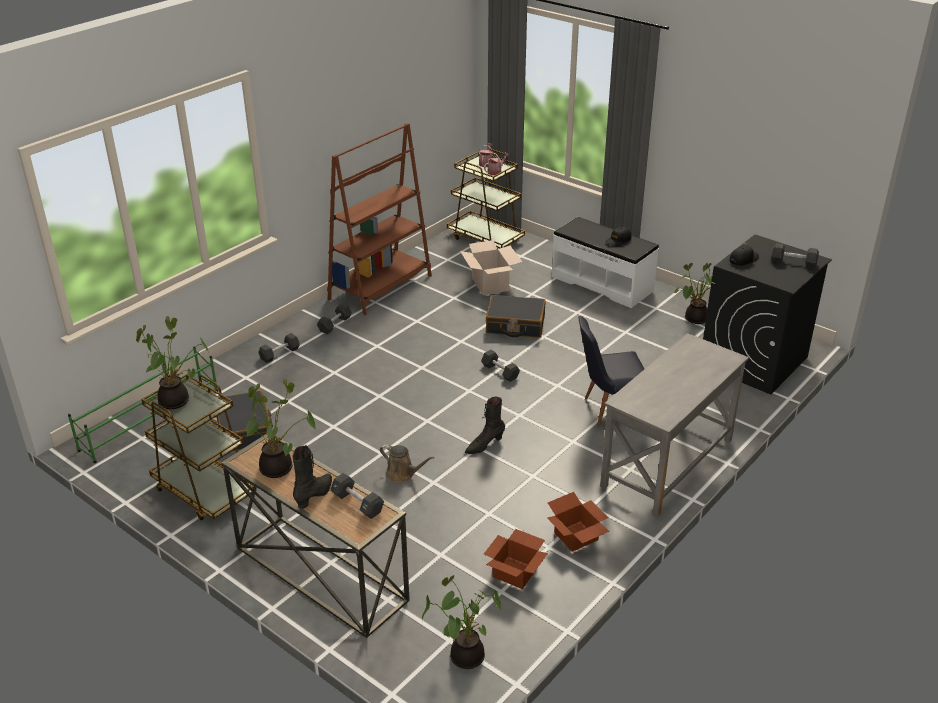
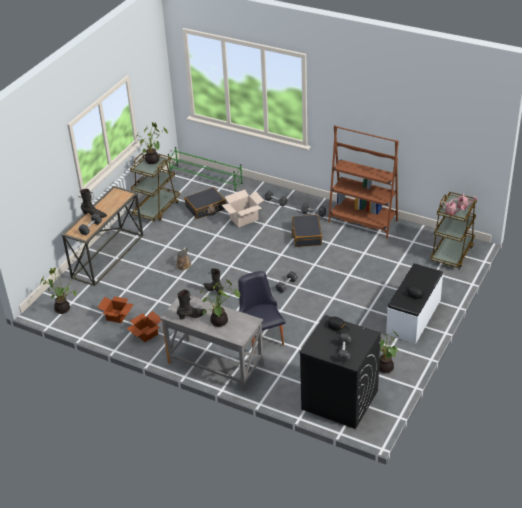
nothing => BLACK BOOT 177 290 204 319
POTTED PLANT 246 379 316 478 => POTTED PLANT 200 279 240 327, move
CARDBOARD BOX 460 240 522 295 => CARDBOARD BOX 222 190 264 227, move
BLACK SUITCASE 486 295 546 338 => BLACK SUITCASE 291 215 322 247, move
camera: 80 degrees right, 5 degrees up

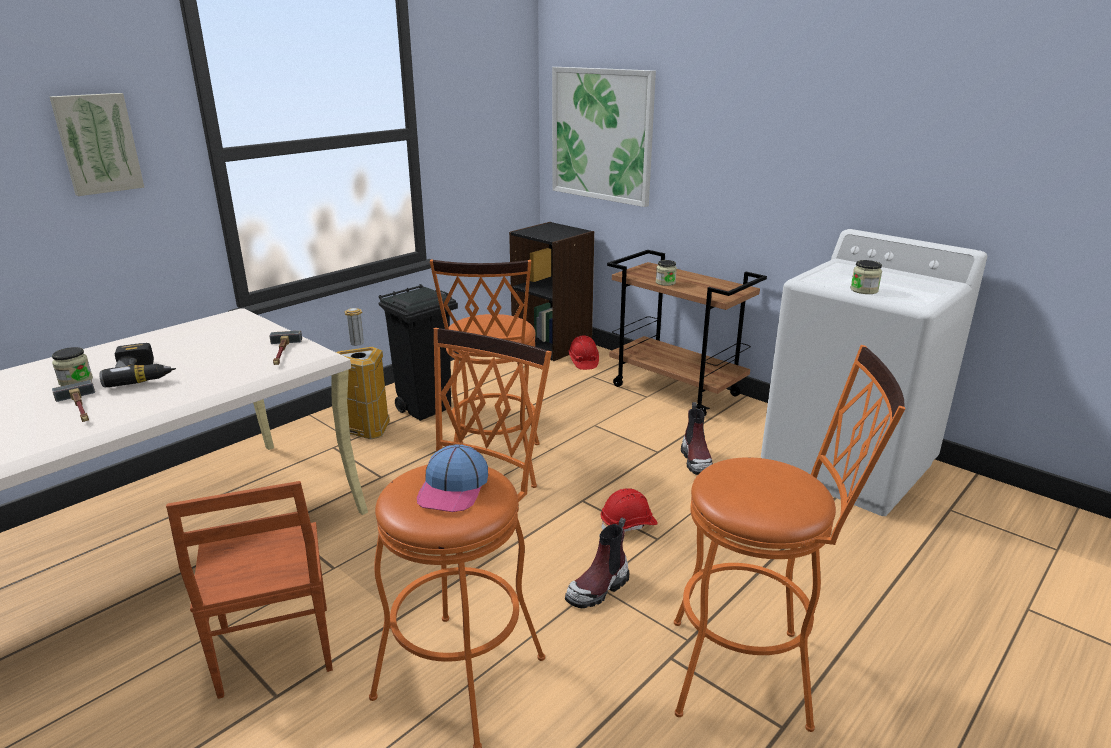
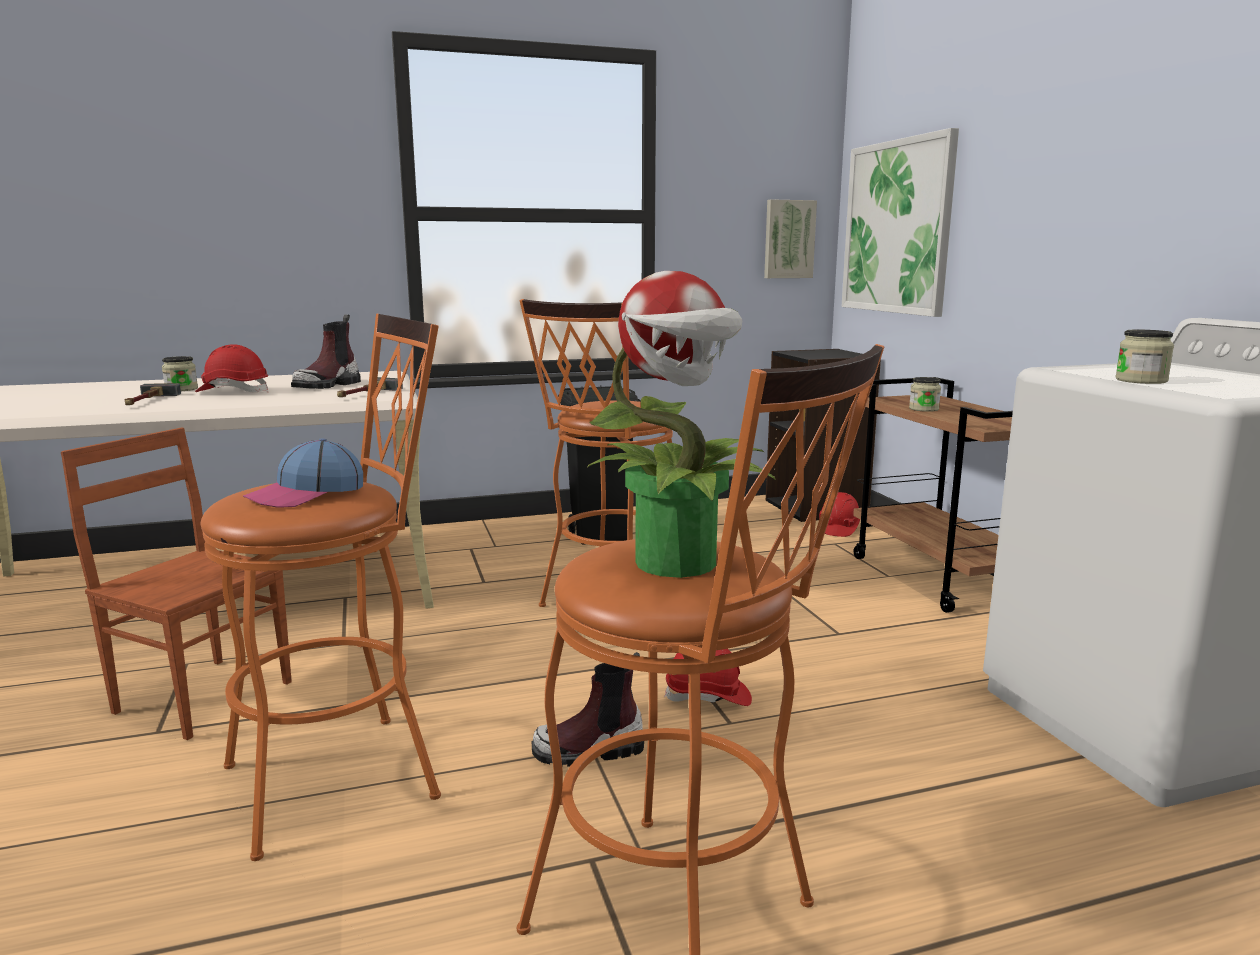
BROWN CHAIR 166 481 333 699 => BROWN CHAIR 61 428 292 740, 105 degrees clockwise
POWER DRILL 99 343 176 387 => RED HARD HAT 195 344 268 392
BOOT 681 402 713 475 => BOOT 291 314 361 389, move
nothing => POTTED PLANT 588 271 776 578
PICTURE 50 93 145 196 => PICTURE 764 199 817 278, move
TRASH CAN 336 308 390 440 => nothing
camera: 30 degrees right, 10 degrees down

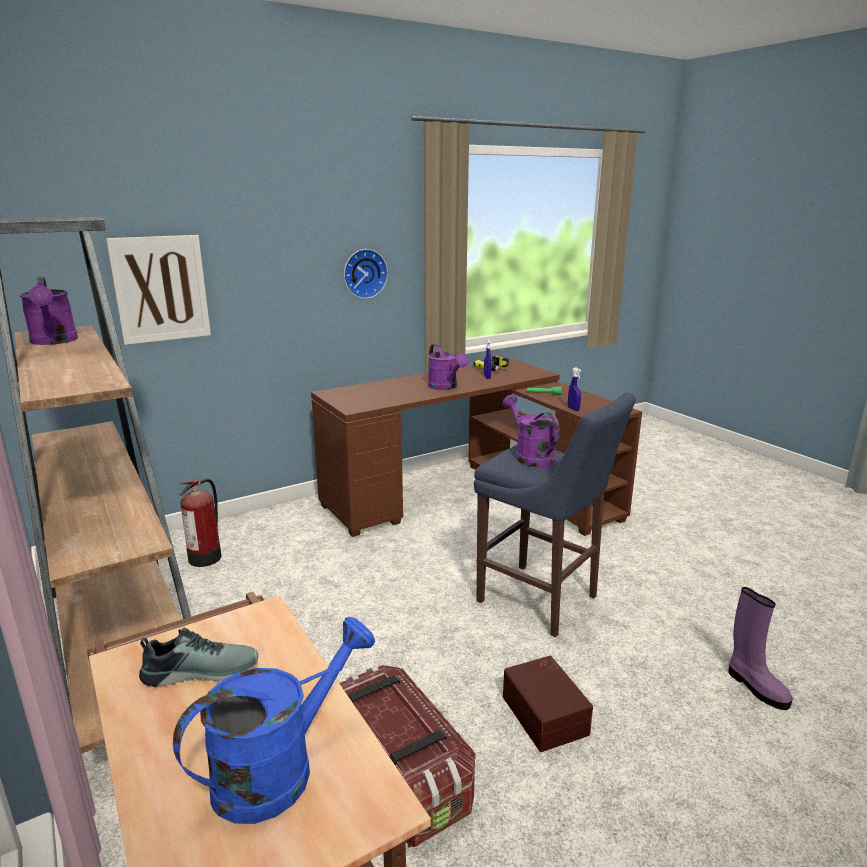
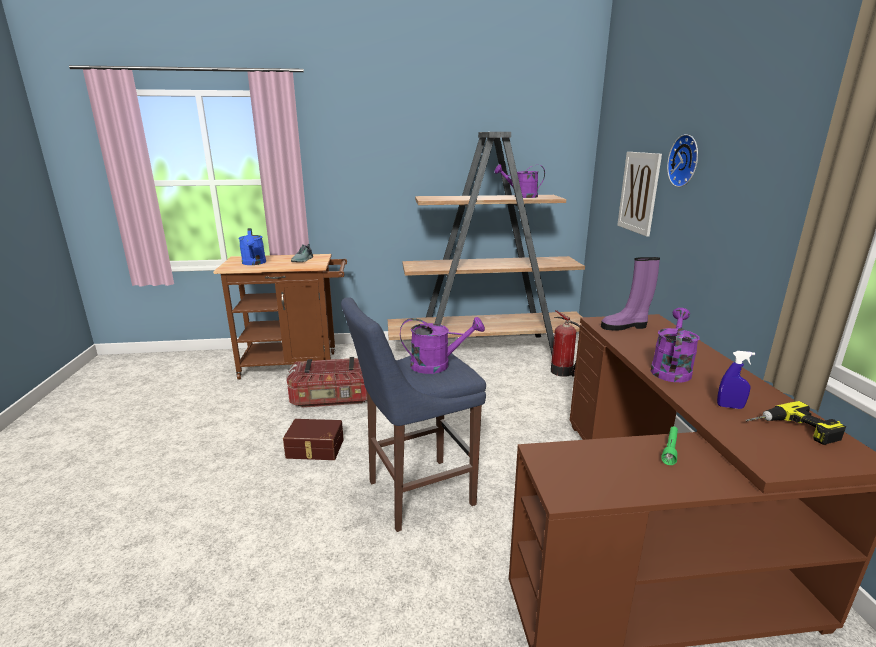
PURPLE BOOT 728 587 793 710 => PURPLE BOOT 601 257 660 330, move
PURPLE WATERING CAN 428 344 469 390 => PURPLE WATERING CAN 651 308 700 382, 120 degrees clockwise
WALL CLOCK 344 249 388 299 => WALL CLOCK 667 134 698 187, move
BLUE SPRAY BOTTLE 568 367 581 411 => nothing
camera: 115 degrees right, 0 degrees up

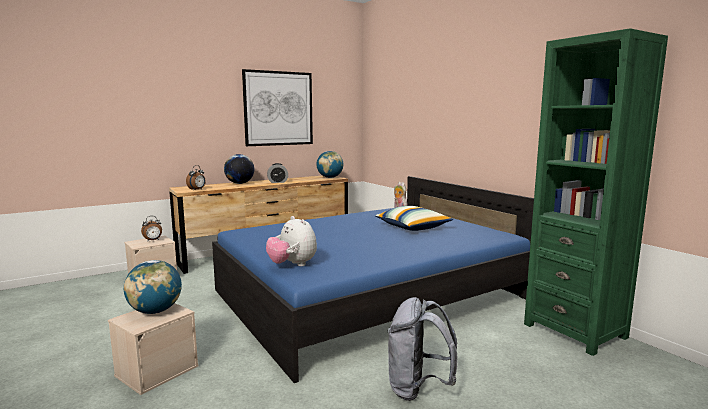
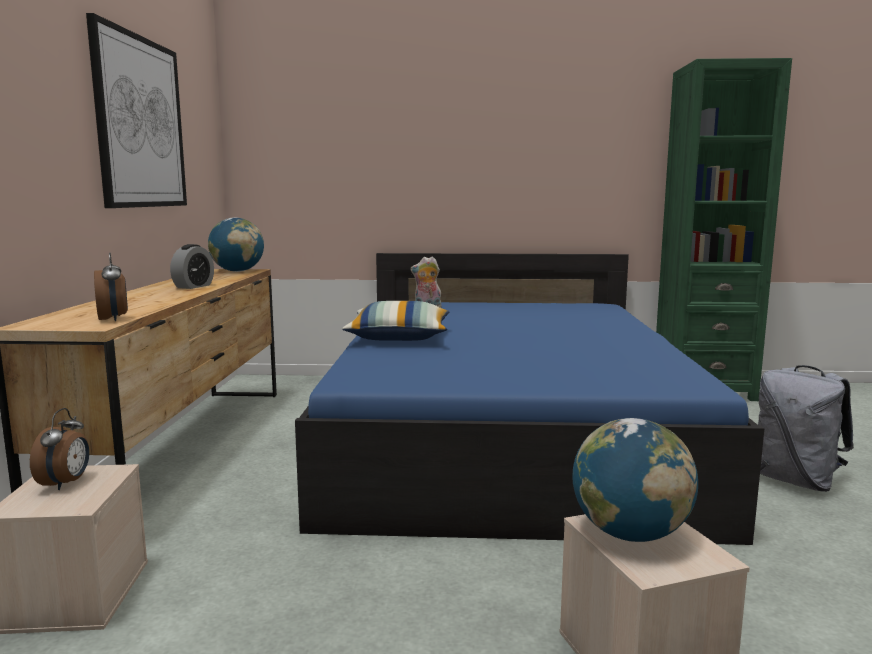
PILLOW 375 206 453 231 => PILLOW 342 301 449 341, move
GLOBE 224 154 254 184 => nothing
PLUSH TOY 266 216 317 266 => nothing
camera: 55 degrees left, 0 degrees up

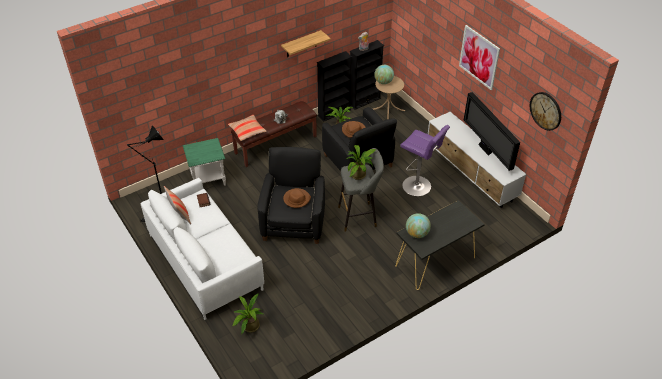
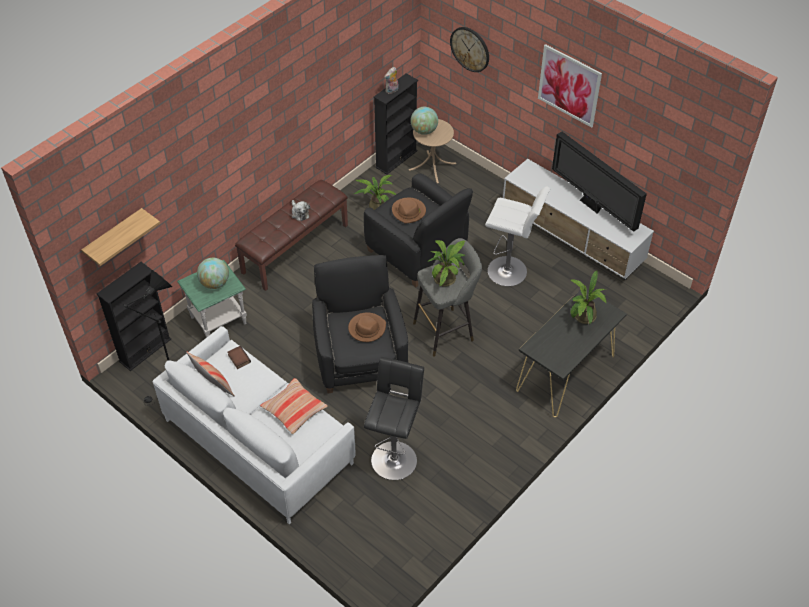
SHELF 281 30 331 57 => SHELF 81 208 160 266, move
BLACK BOOKCASE 317 51 352 121 => BLACK BOOKCASE 97 262 171 371, move
GLOBE 406 213 431 238 => GLOBE 197 258 229 289, move
PILLOW 228 115 267 141 => PILLOW 260 378 328 434, move
nothing => BLACK STOOL 364 357 424 480
WALL CLOCK 530 92 561 131 => WALL CLOCK 450 27 489 72, move
PURPLE STOOL 400 125 450 196 => WHITE STOOL 485 186 550 286
POTTED PLANT 232 294 263 333 => POTTED PLANT 571 270 606 324, move
camera: 15 degrees left, 5 degrees up

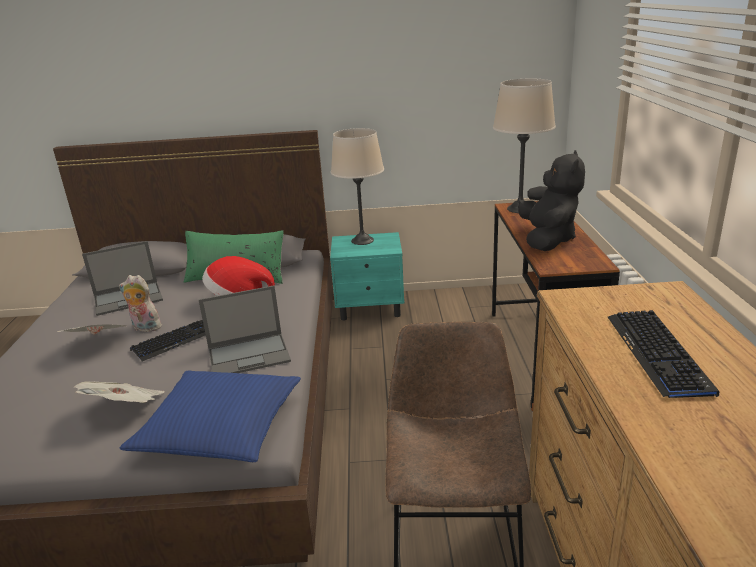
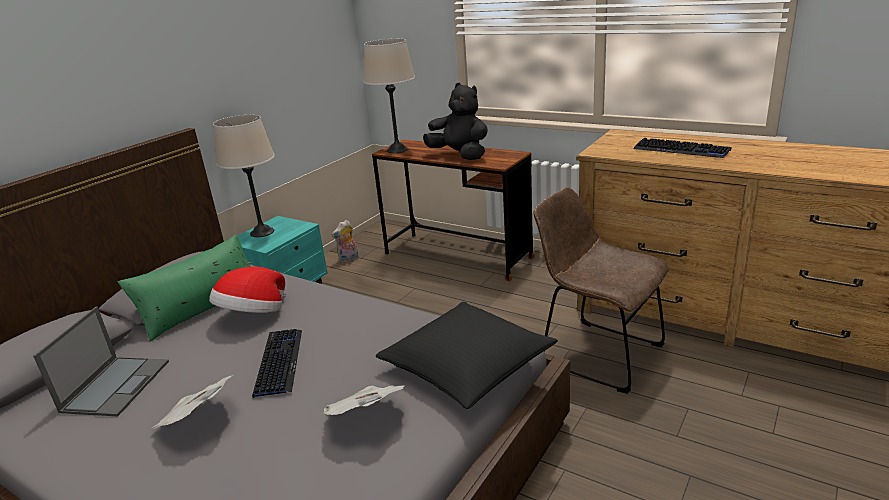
PLUSH TOY 119 275 162 332 => PLUSH TOY 331 220 358 263, move
BLUE PILLOW 120 371 301 462 => BLACK PILLOW 376 302 557 409
LAPTOP 198 286 291 373 => nothing
camera: 55 degrees left, 0 degrees up

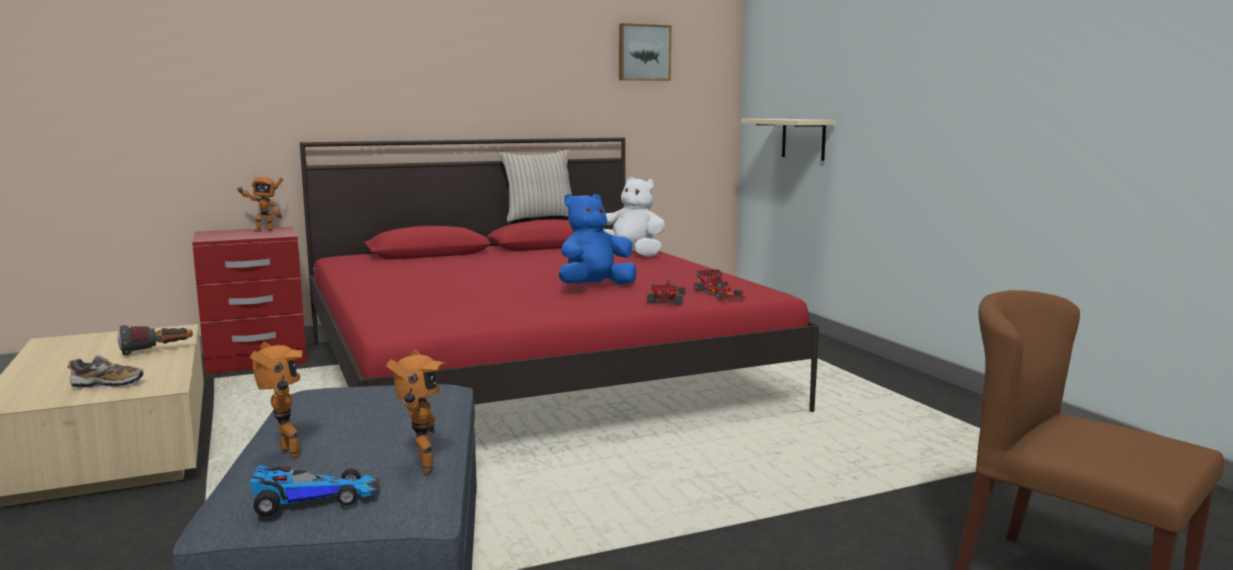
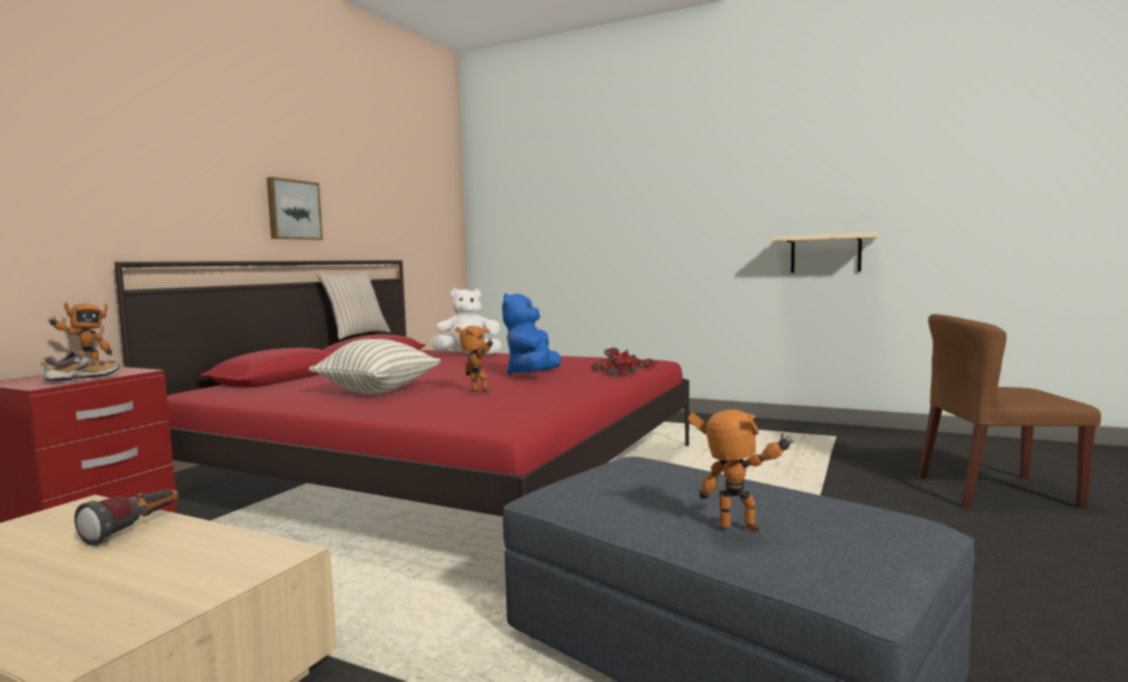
SHOE 68 355 144 389 => SHOE 41 350 120 383, move
PICTURE 619 23 671 81 => PICTURE 267 177 323 240, move
nothing => PILLOW 308 339 441 394
TOY ROBOT 386 349 447 475 => TOY ROBOT 455 326 493 393, move
BEIGE SHELF 741 119 836 161 => BEIGE SHELF 771 232 878 273, move
TOY CAR 250 465 380 516 => nothing
camera: 40 degrees left, 5 degrees down

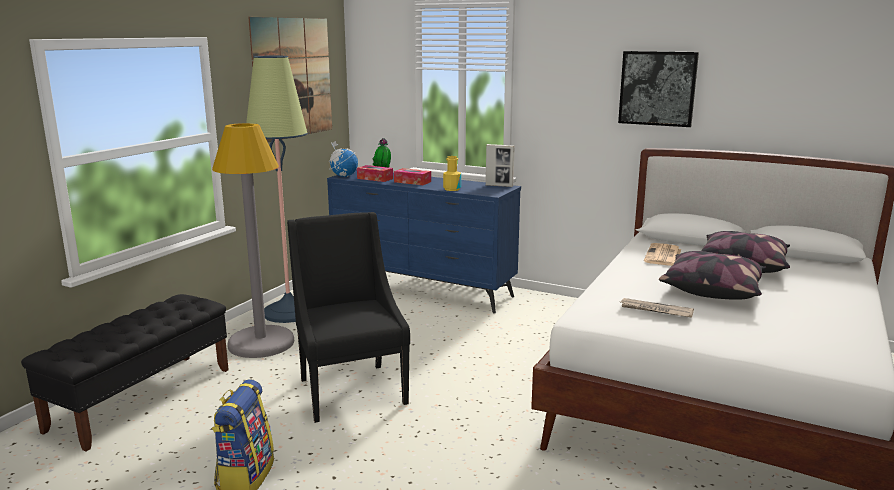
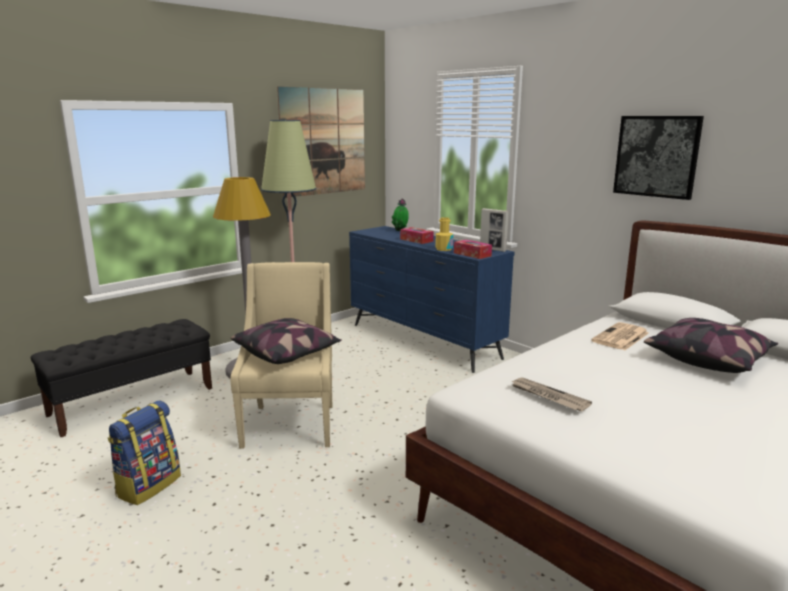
BLACK ARMCHAIR 287 212 410 423 => BEIGE ARMCHAIR 230 262 333 449
PILLOW 659 251 766 300 => PILLOW 231 318 342 364, move
TISSUE BOX 357 165 393 182 => TISSUE BOX 454 240 492 259, move
GLOBE 329 141 358 177 => nothing
camera: 20 degrees right, 0 degrees up

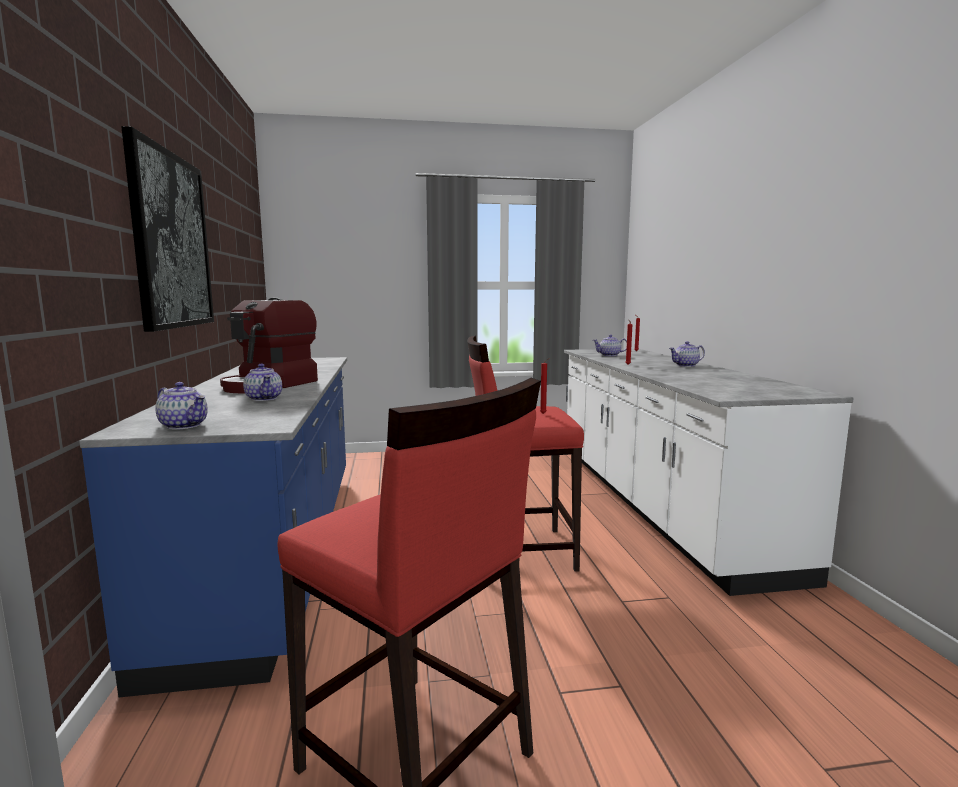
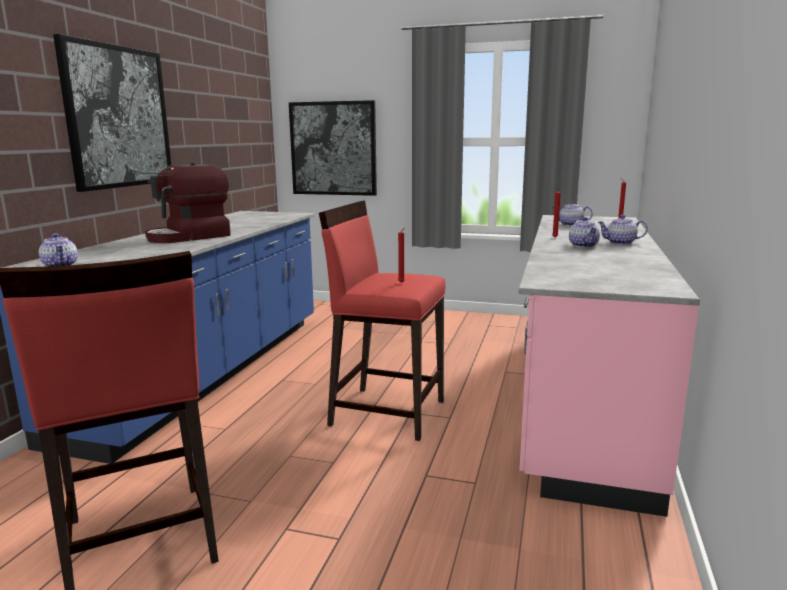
nothing => PICTURE 289 100 377 196
WHITE COUNTER 564 349 854 596 => PINK COUNTER 519 215 700 517
TEAPOT 243 364 282 401 => TEAPOT 569 217 600 248, move
camera: 25 degrees right, 5 degrees up

